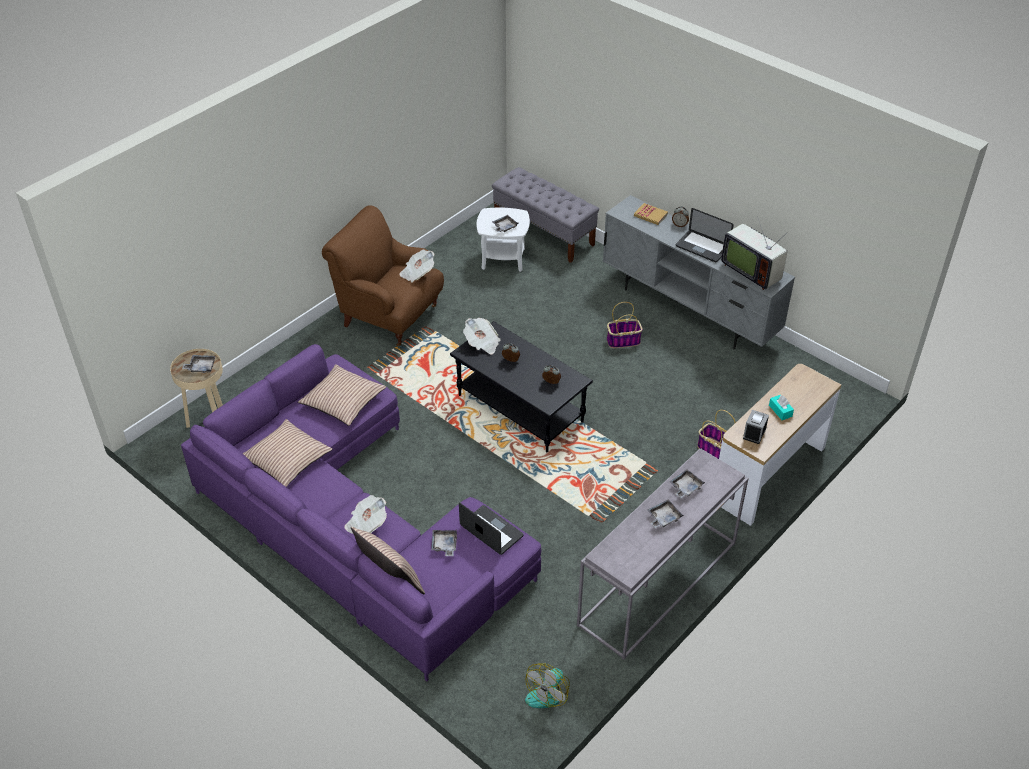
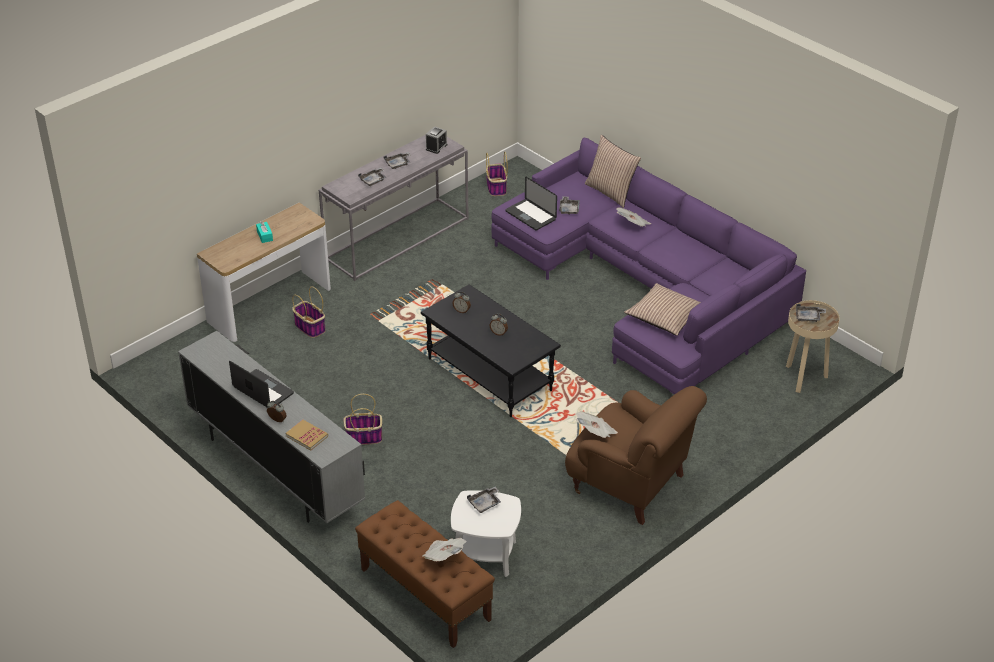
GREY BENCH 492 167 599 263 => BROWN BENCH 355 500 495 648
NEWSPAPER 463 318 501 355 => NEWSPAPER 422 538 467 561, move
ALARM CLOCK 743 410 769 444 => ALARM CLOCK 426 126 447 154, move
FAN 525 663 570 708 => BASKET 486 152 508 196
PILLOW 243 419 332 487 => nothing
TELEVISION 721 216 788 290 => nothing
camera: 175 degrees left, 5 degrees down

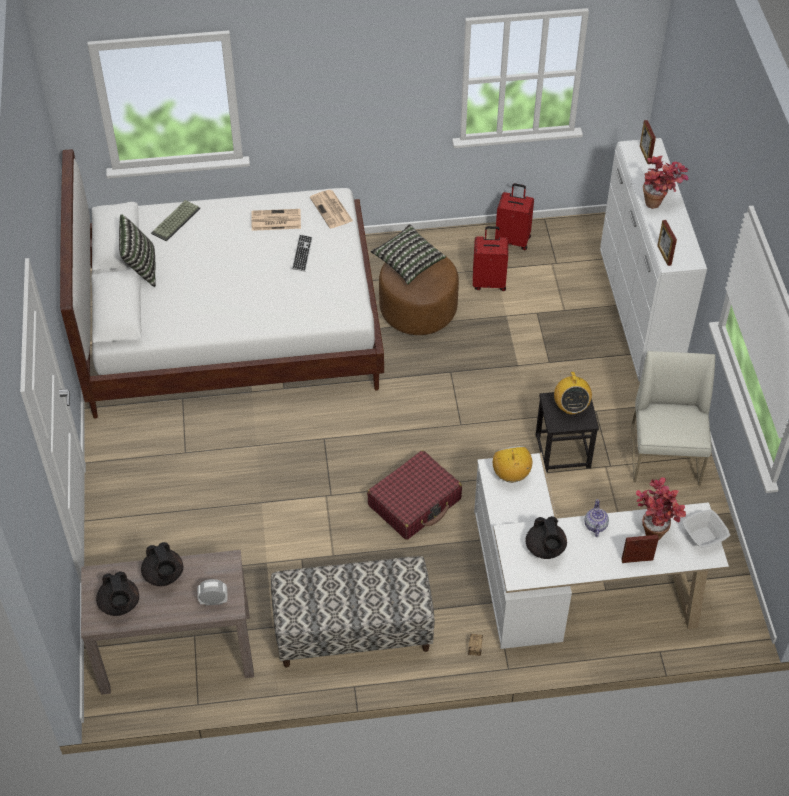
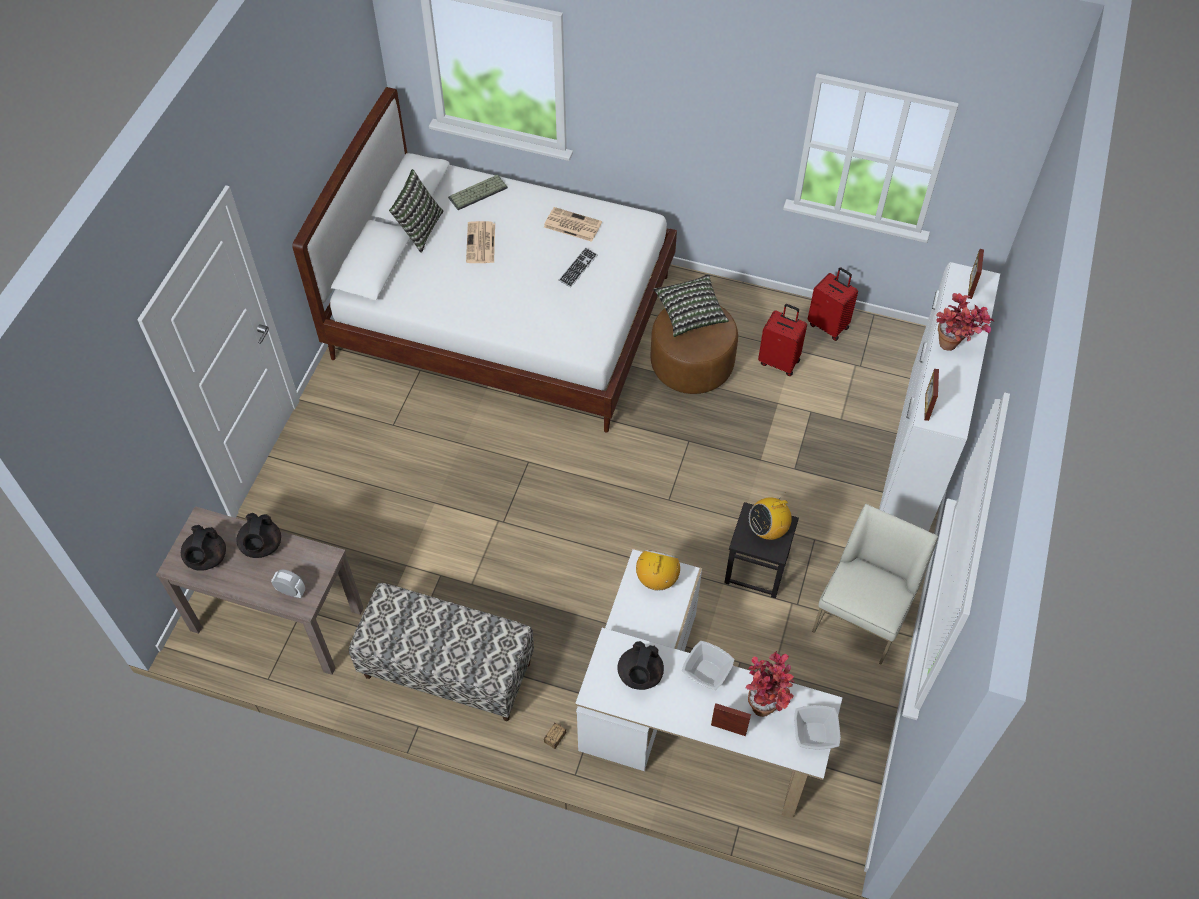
NEWSPAPER 310 190 353 229 => NEWSPAPER 466 221 495 263, move
TEAPOT 584 499 609 537 => BOWL 682 641 734 690
RADIO 554 371 592 415 => RADIO 749 492 792 540, 45 degrees clockwise
RED SUITCASE 367 450 462 540 => nothing
camera: 25 degrees right, 5 degrees up

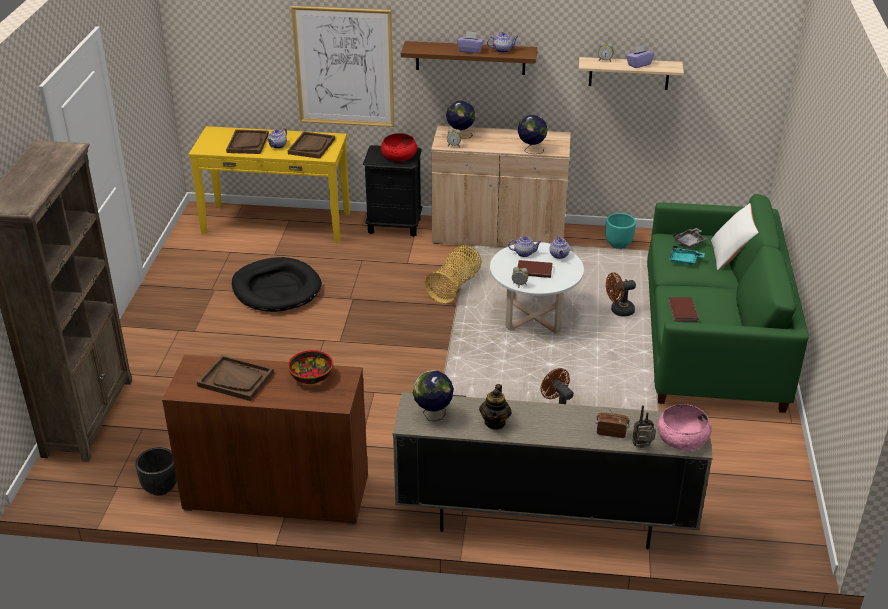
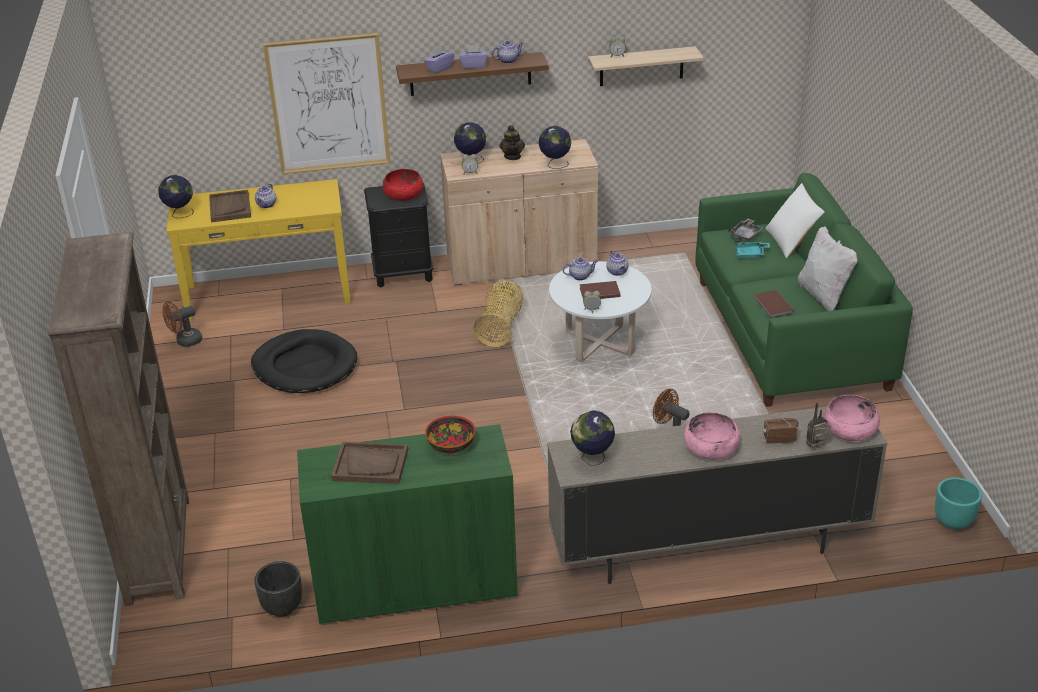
nothing => GLOBE 158 175 194 218
BROWN FAN 606 272 636 317 => BROWN FAN 162 301 202 347, move
BROWN CABINET 162 355 368 525 => GREEN CABINET 297 424 518 626
PURPLE TISSUE BOX 626 45 654 68 => PURPLE TISSUE BOX 424 46 454 73, move
TEAPOT 479 384 512 430 => TEAPOT 499 125 525 160, move
nothing => PINK BOWL 684 412 740 460
nothing => WHITE PILLOW 798 226 857 311
TURQUOISE PLANTER 605 213 636 249 => TURQUOISE PLANTER 935 477 982 530, move
BROWN TRAY 288 132 335 159 => nothing
camera: 15 degrees left, 0 degrees up

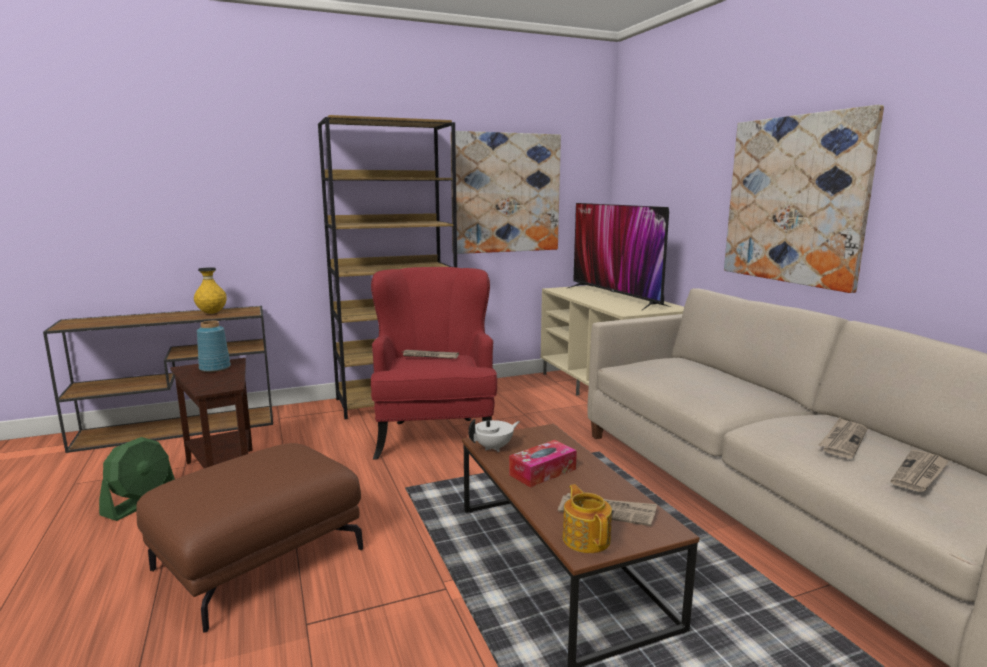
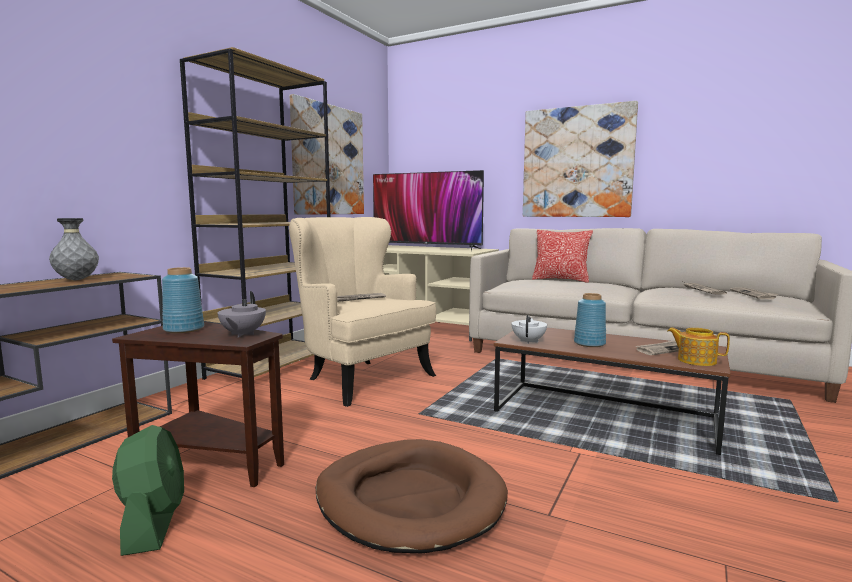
YELLOW VASE 194 267 227 314 => GREY VASE 49 218 99 280
nothing => GREY TEAPOT 218 291 266 337
RED ARMCHAIR 371 267 497 460 => BEIGE ARMCHAIR 289 217 436 407
BROWN OTTOMAN 136 443 363 633 => BROWN DOG BED 316 439 508 554
nothing => PILLOW 532 230 593 283
TISSUE BOX 509 440 577 488 => BLUE VASE 574 293 606 347
camera: 40 degrees left, 5 degrees down

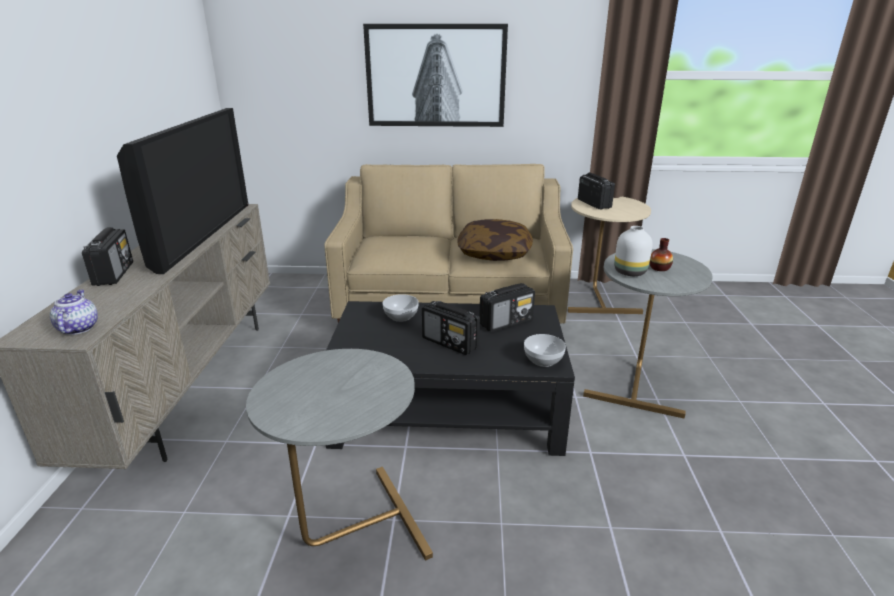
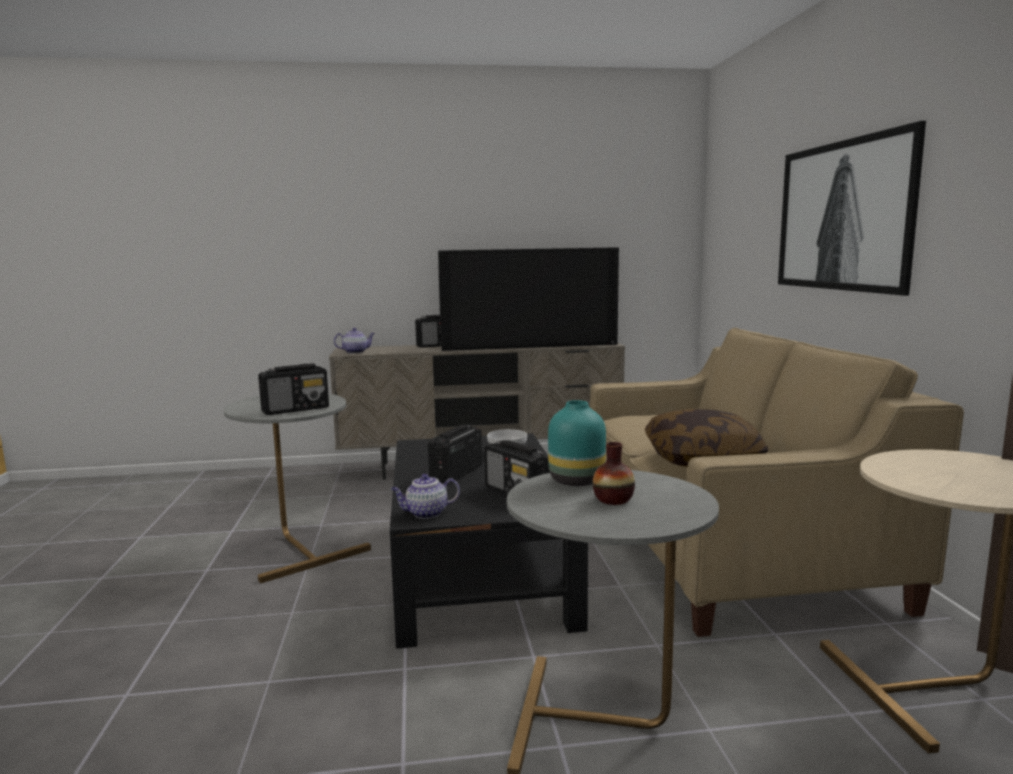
RADIO 578 172 615 210 => RADIO 258 363 329 415, move
BOWL 524 334 566 367 => TEAPOT 391 474 460 519
WHITE VASE 614 226 653 276 => TURQUOISE VASE 548 400 606 486
camera: 80 degrees right, 15 degrees down

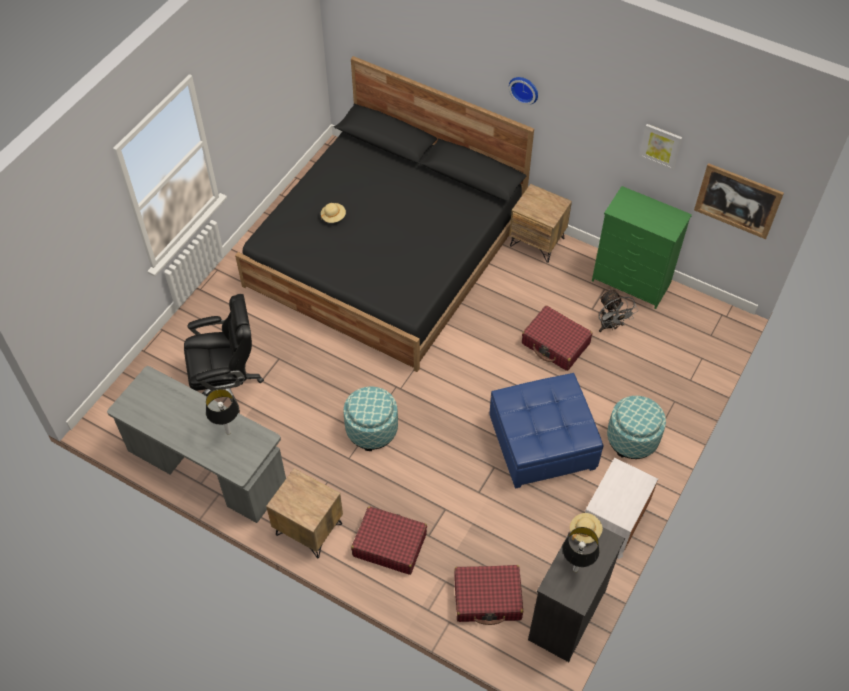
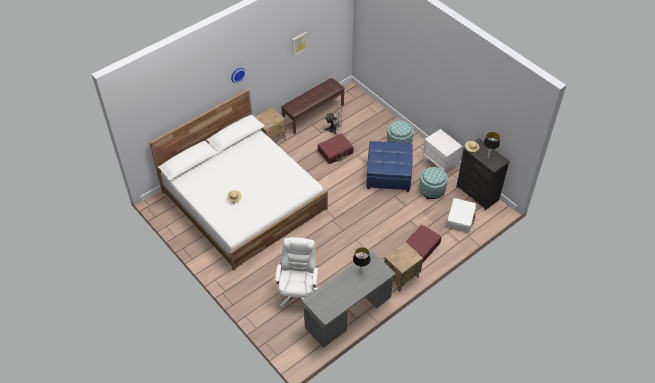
BLACK BED 235 56 534 372 => WHITE BED 149 89 328 271
BLACK OFFICE CHAIR 184 294 264 413 => WHITE OFFICE CHAIR 275 237 319 307
GREEN DRESSER 592 186 692 309 => BROWN BENCH 281 78 345 134
OTTOMAN 343 387 398 451 => OTTOMAN 419 167 448 199, move
RED SUITCASE 454 565 523 625 => WHITE SUITCASE 446 198 477 232
PICTURE 694 163 784 239 => nothing
camera: 70 degrees left, 5 degrees down

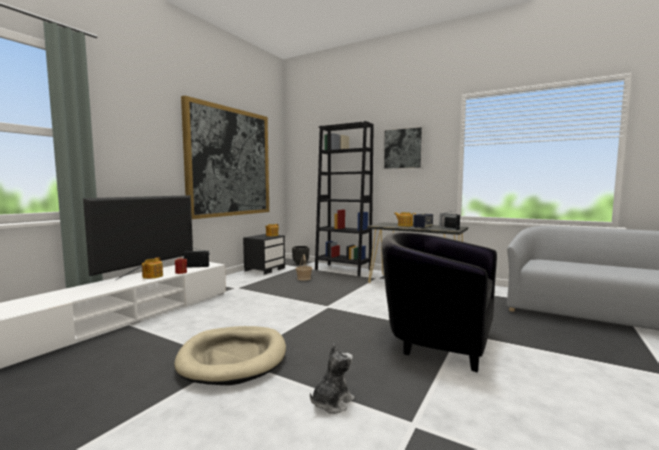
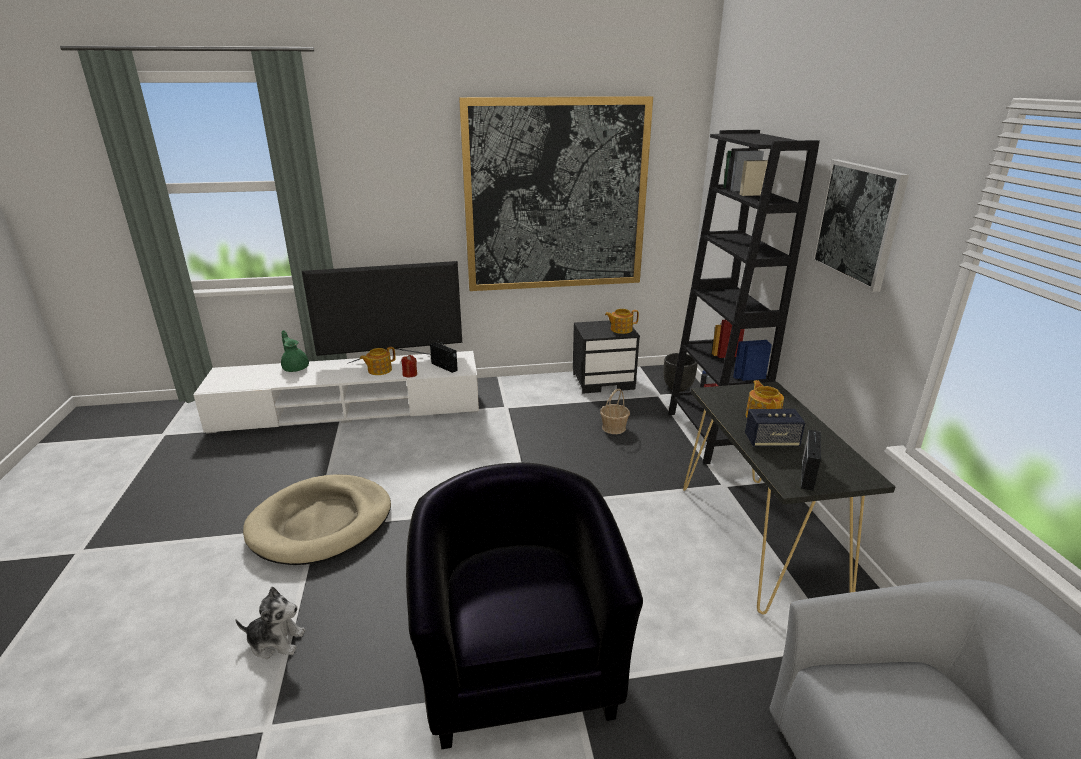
nothing => GREEN TEAPOT 281 330 309 372
camera: 50 degrees right, 20 degrees up

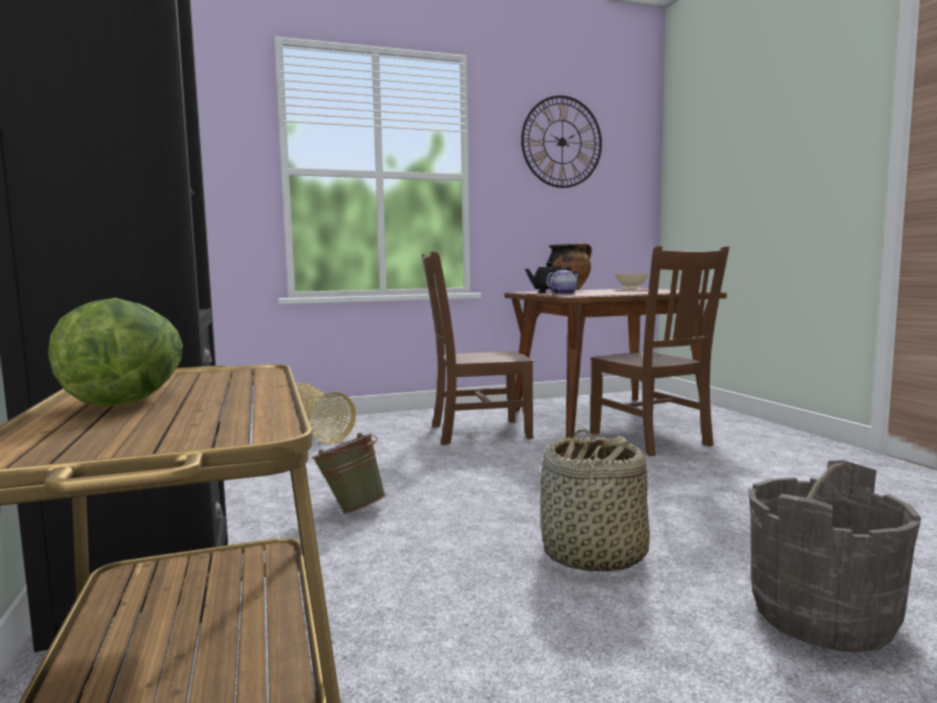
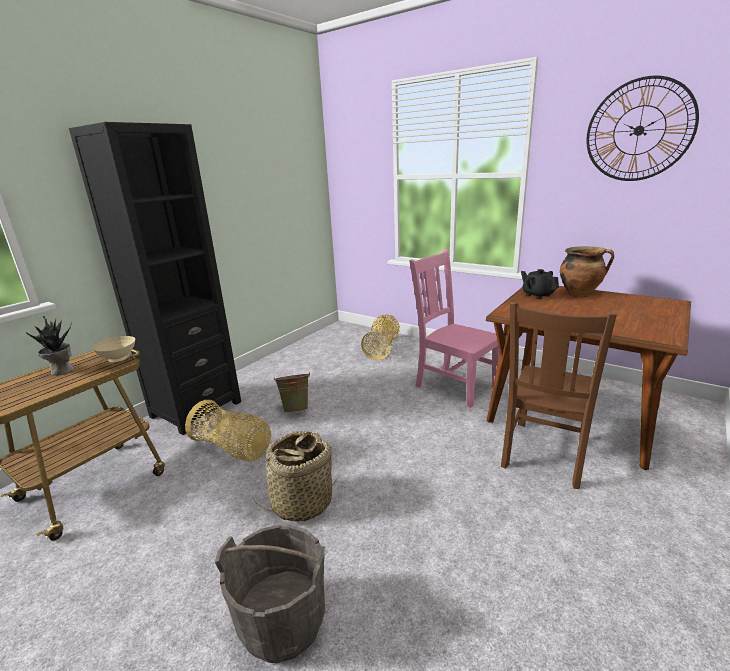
LETTUCE 48 298 183 406 => POTTED PLANT 26 316 75 376
BEIGE BOWL 615 274 649 290 => BEIGE BOWL 92 336 135 362, move
nothing => BASKET 185 400 271 461
BROWN CHAIR 422 251 533 445 => PINK CHAIR 409 249 500 408
TEAPOT 546 267 580 294 => nothing
camera: 55 degrees right, 15 degrees up

